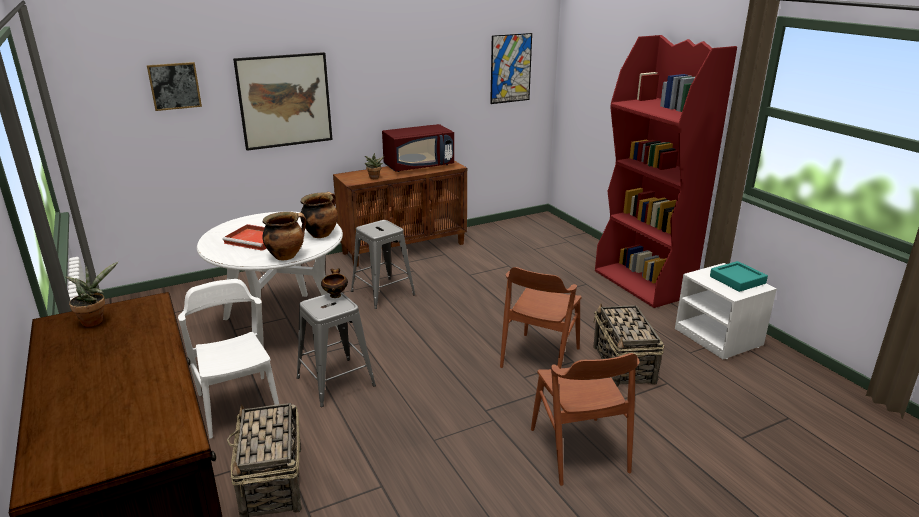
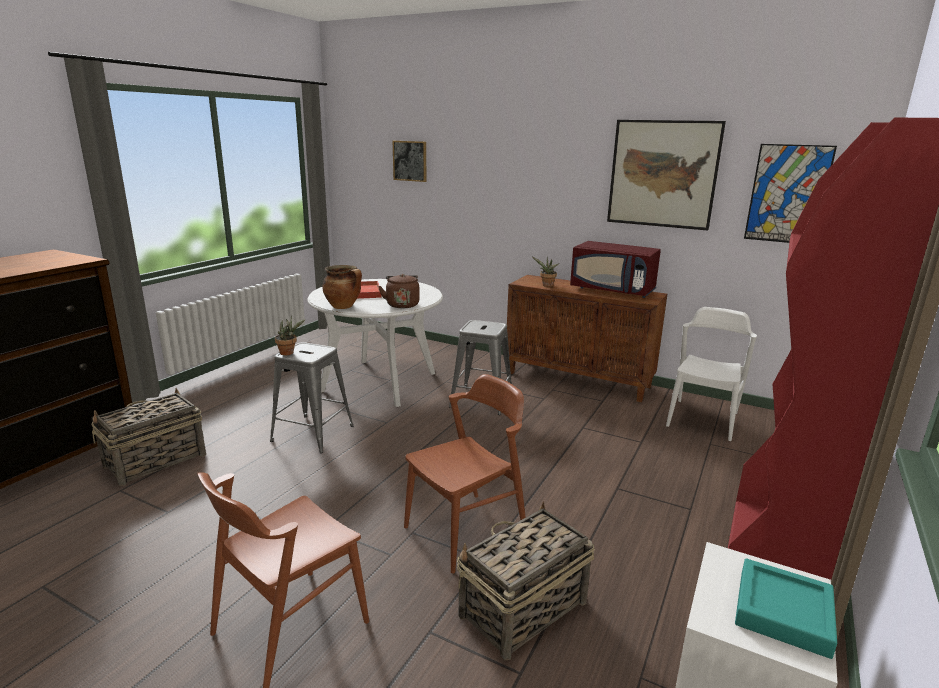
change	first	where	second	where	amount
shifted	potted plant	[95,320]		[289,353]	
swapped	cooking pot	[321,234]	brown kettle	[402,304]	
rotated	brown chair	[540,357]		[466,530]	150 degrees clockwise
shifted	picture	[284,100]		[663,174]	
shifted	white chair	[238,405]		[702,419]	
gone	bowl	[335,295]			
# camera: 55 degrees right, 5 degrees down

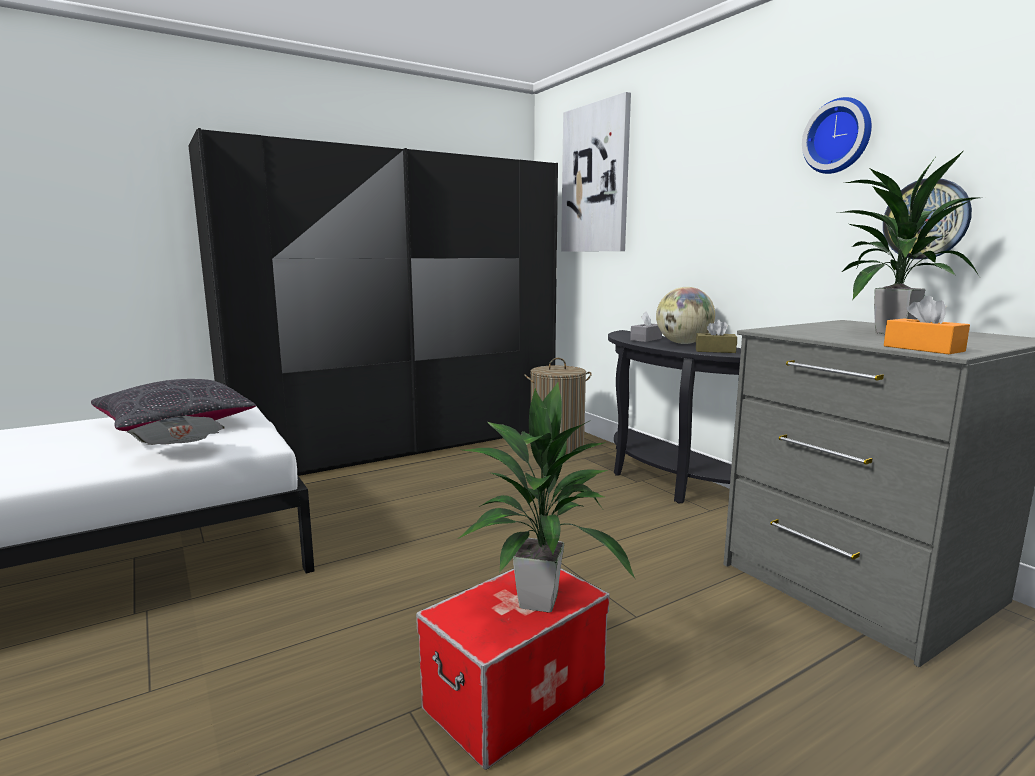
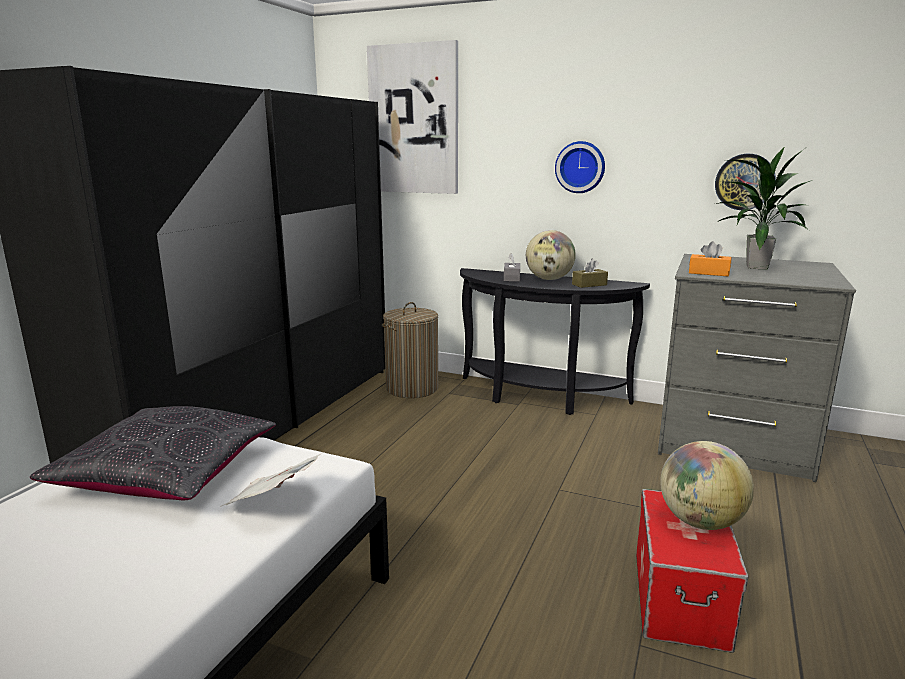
change	first	where	second	where	amount
shifted	wall clock	[839,136]		[580,167]	
swapped	potted plant	[537,602]	globe	[700,521]	
shifted	orange tissue box	[923,349]		[709,273]	
# camera: 35 degrees left, 5 degrees up

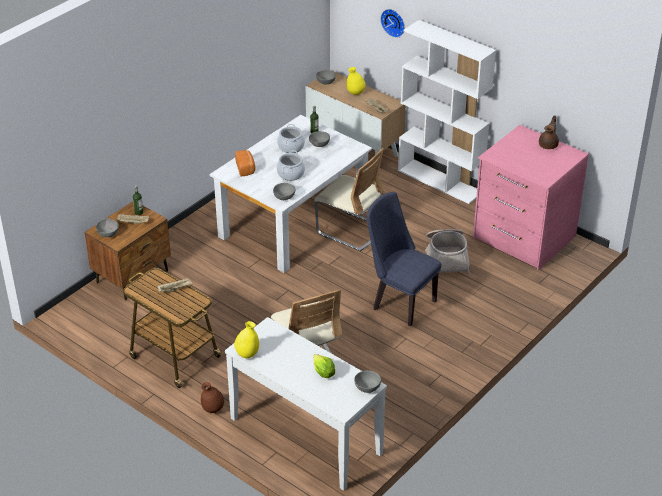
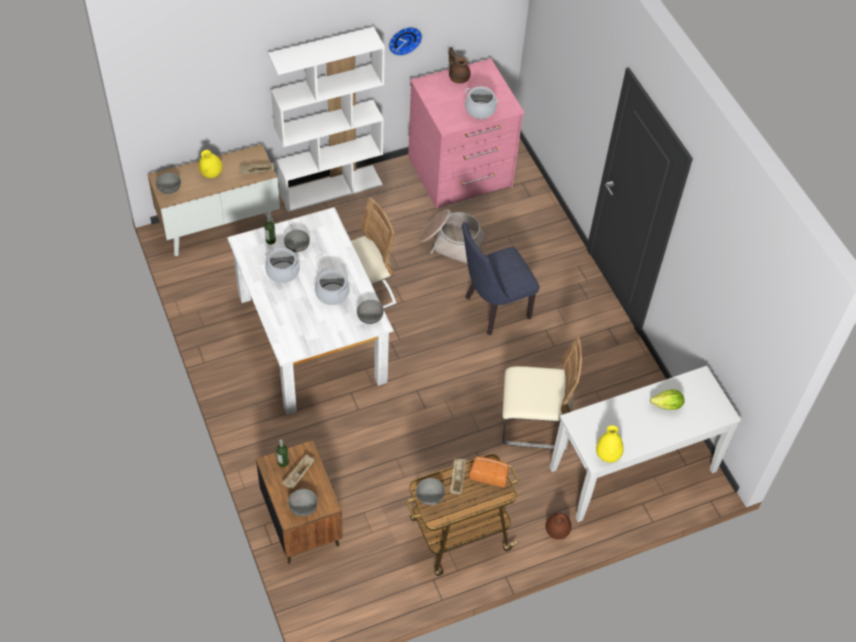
change	first	where	second	where	amount
shifted	wall clock	[394,22]		[404,39]	
shifted	grey bowl	[366,388]		[429,497]	
new			cooking pot	[480,110]	
shifted	bread	[246,168]		[489,474]	
# camera: 65 degrees left, 15 degrees up

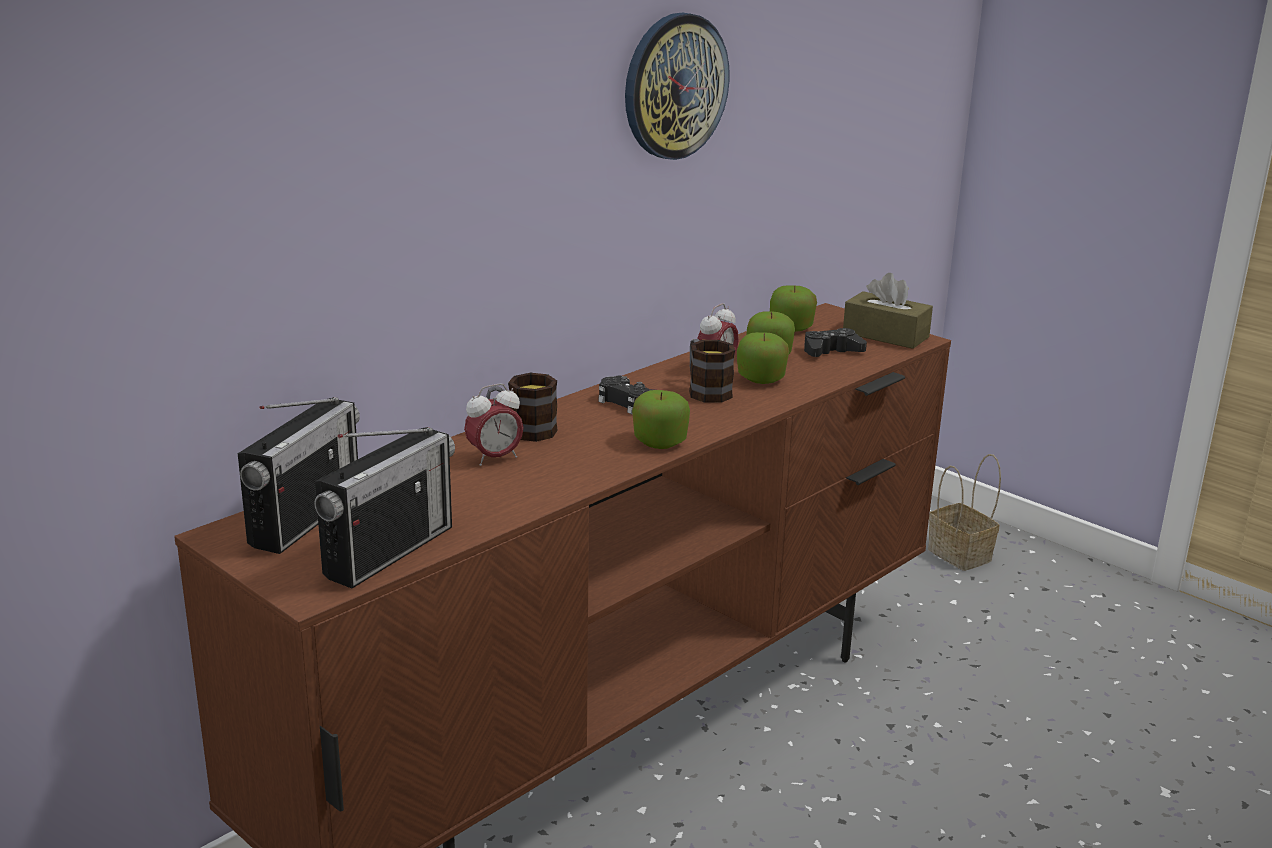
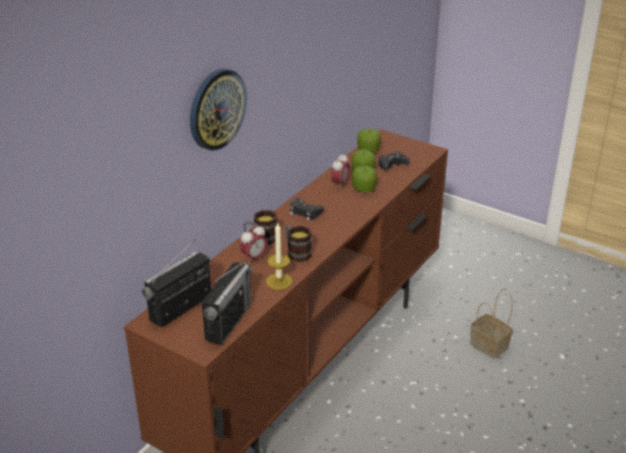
change	first	where	second	where	amount
rotated	radio	[306,518]		[181,308]	150 degrees counterclockwise
shifted	wall clock	[674,86]		[216,109]	
new			candle	[279,281]	
shifted	mug	[705,390]		[296,252]	
shifted	basket	[962,555]		[490,346]	
gone	apple	[660,441]			
gone	brown tissue box	[885,335]			
# camera: 10 degrees left, 10 degrees up

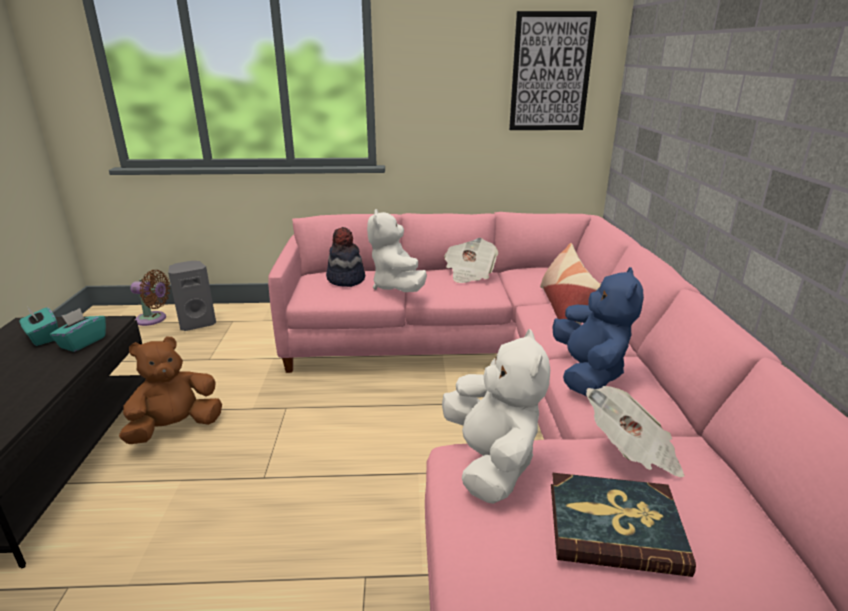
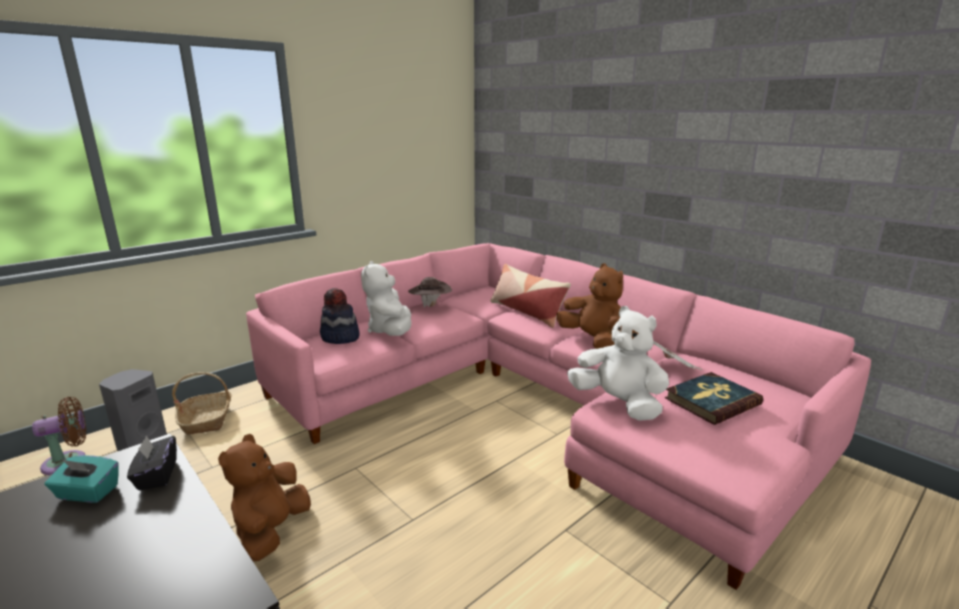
change	first	where	second	where	amount
repainted	turquoise tissue box	[82,342]	black tissue box	[156,475]	
new			basket	[207,419]	
rotated	white plush toy	[397,287]		[390,331]	45 degrees clockwise
swapped	newspaper	[469,273]	brown hat	[430,306]	
repainted	blue plush toy	[588,373]	brown plush toy	[593,341]	
gone	picture	[550,73]			
# camera: 40 degrees left, 5 degrees down

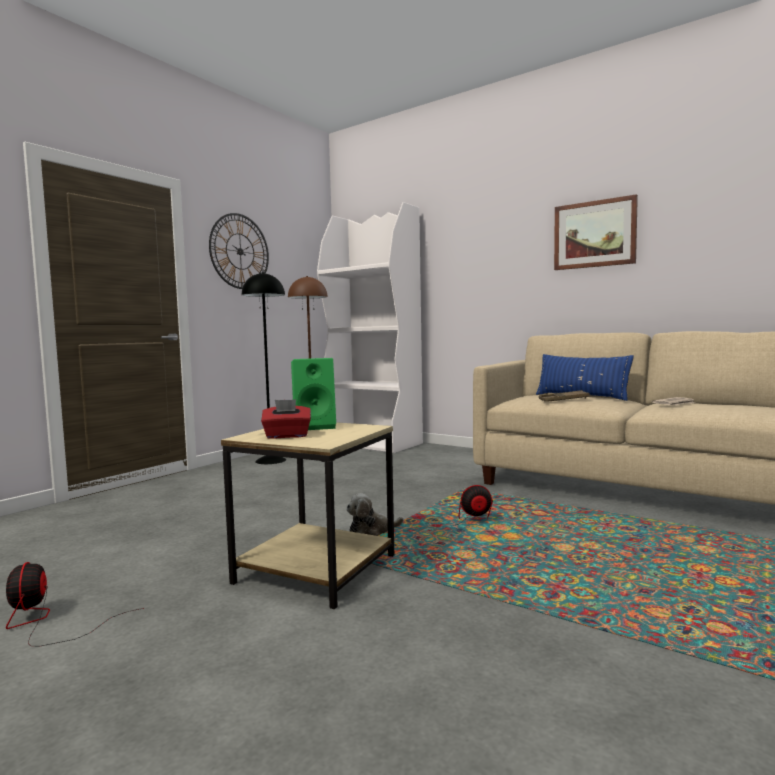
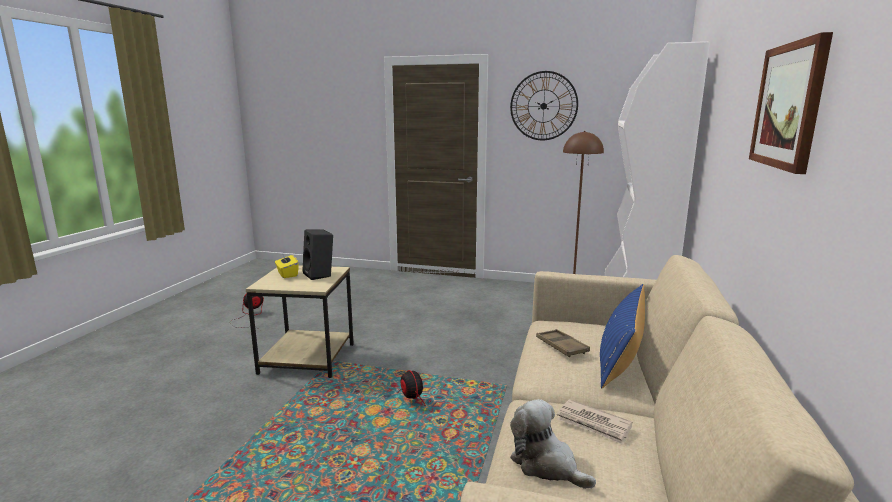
change	first	where	second	where	amount
repainted	red tissue box	[287,436]	yellow tissue box	[287,274]	
repainted	green speaker	[315,426]	black speaker	[320,275]	
shifted	plush toy	[372,531]		[546,464]	
gone	black floor lamp	[271,460]			
# camera: 70 degrees right, 10 degrees up

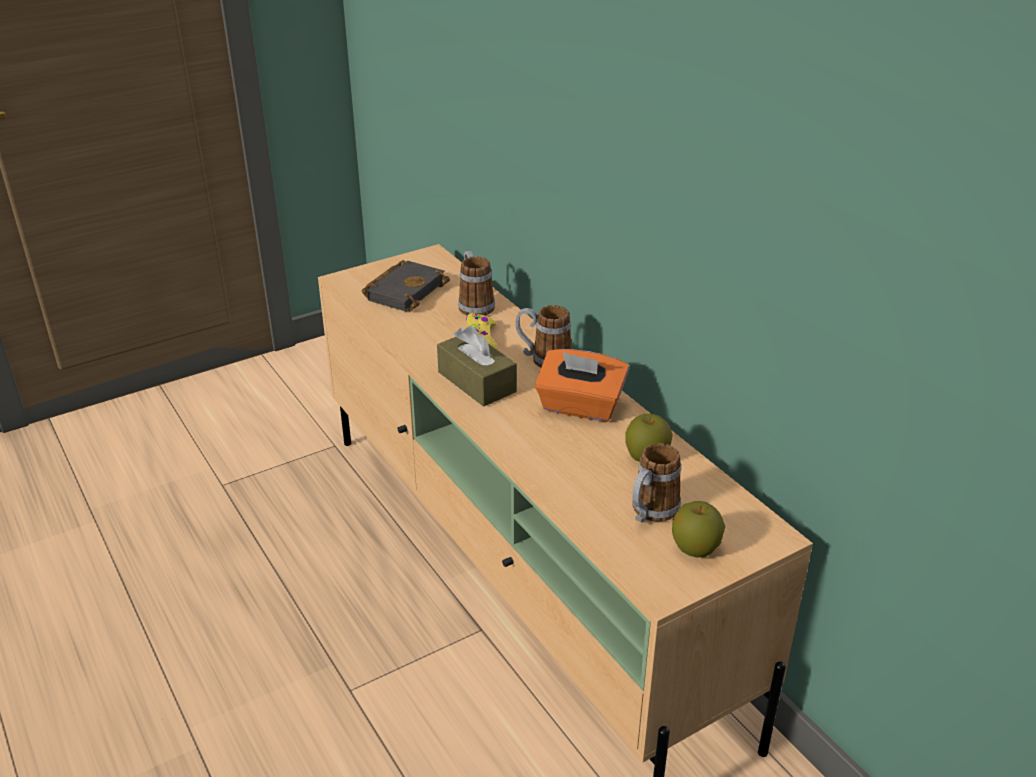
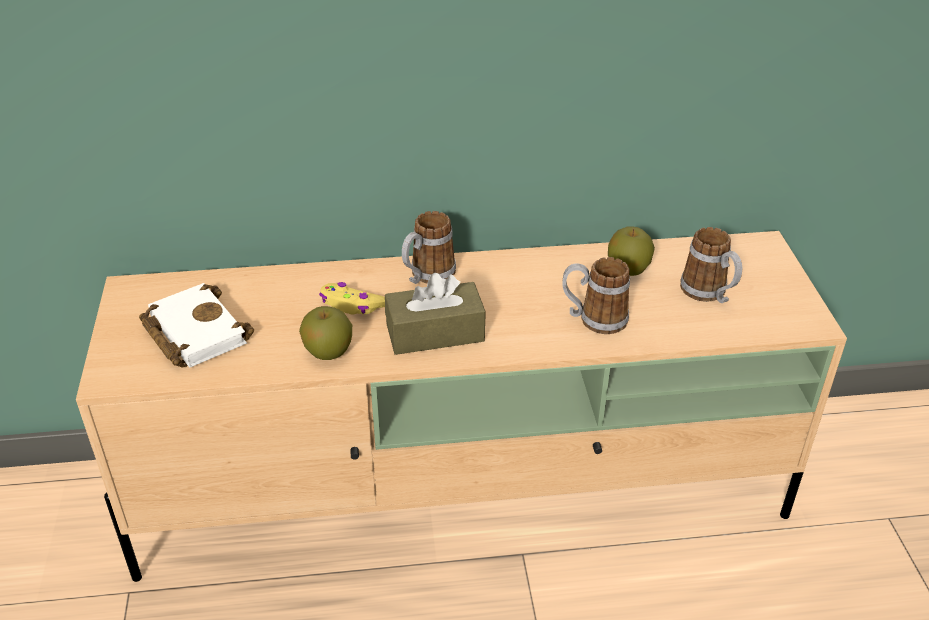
change	first	where	second	where	amount
repainted	black book	[405,290]	white book	[192,332]	
shifted	apple	[695,548]		[328,351]	
shifted	mug	[474,304]		[593,319]	
gone	orange tissue box	[580,407]			
# camera: 65 degrees left, 5 degrees up

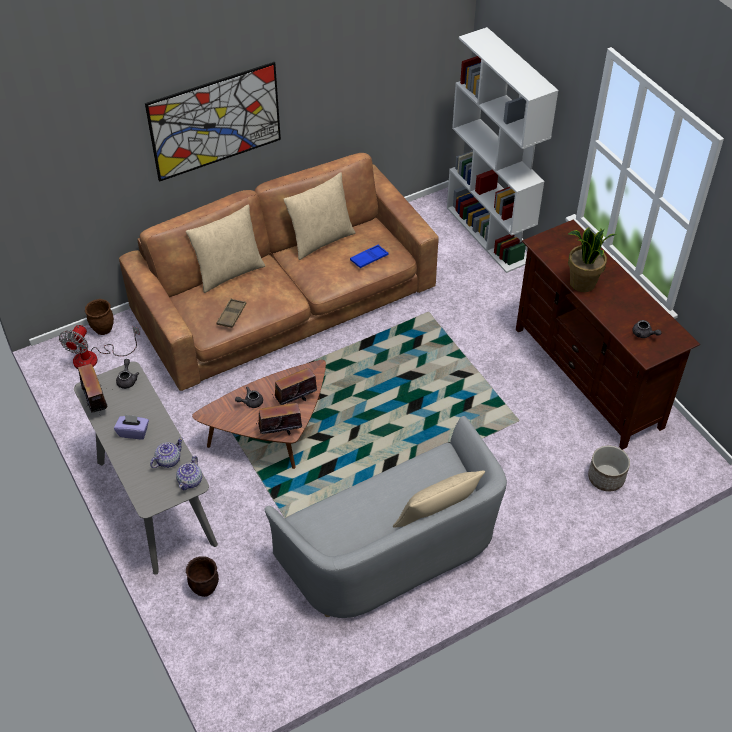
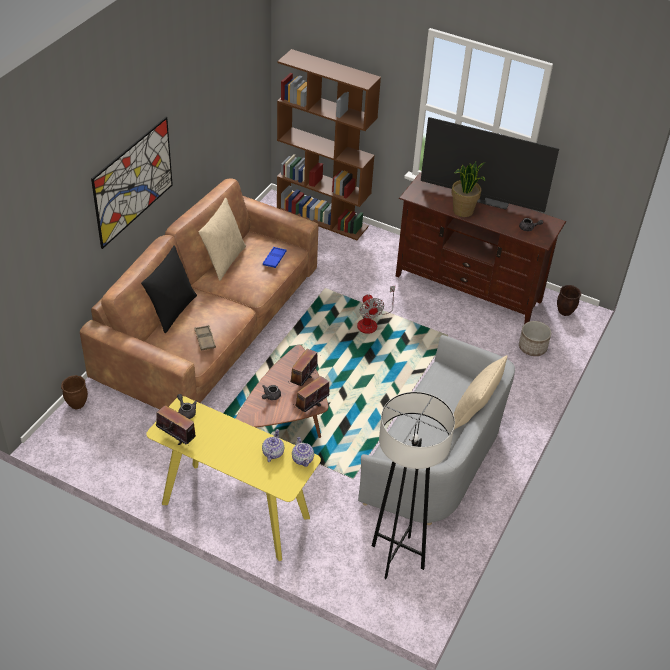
change	first	where	second	where	amount
repainted	beige pillow	[229,272]	black pillow	[171,311]	
repainted	grey console table	[155,502]	yellow console table	[235,510]	
repainted	white bookcase	[489,234]	brown bookcase	[323,218]	
shifted	fan	[94,358]		[371,322]	
new			grey floor lamp	[397,557]	
new			television	[481,200]	
shifted	brown planter	[205,589]		[565,312]	
gone	purple tissue box	[133,432]			
# camera: 35 degrees left, 5 degrees down

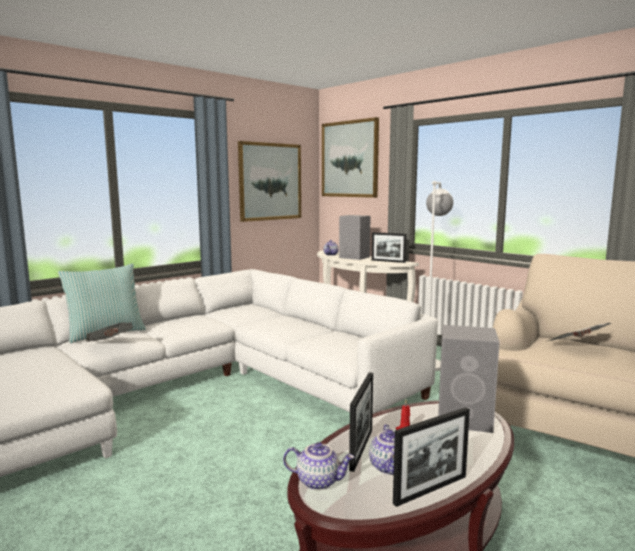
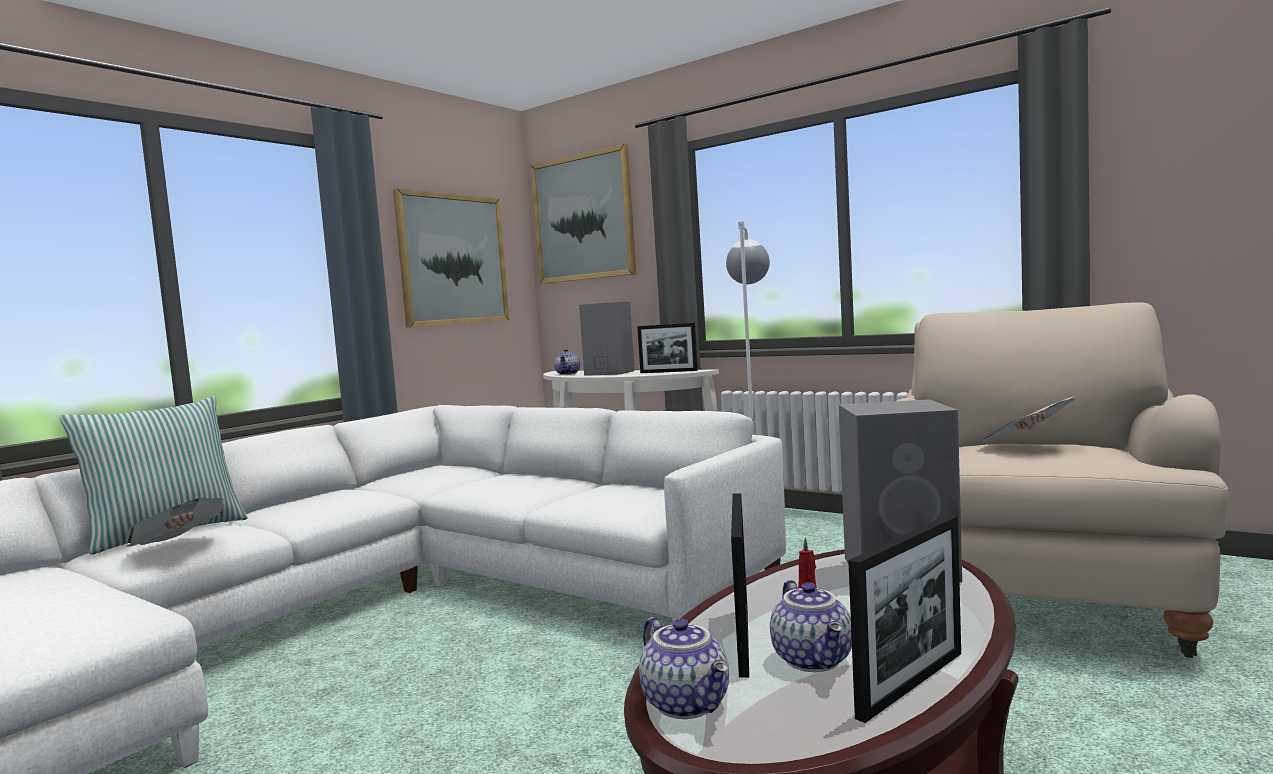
change	first	where	second	where	amount
rotated	teapot	[319,481]		[688,704]	60 degrees clockwise
# camera: 10 degrees left, 5 degrees down

